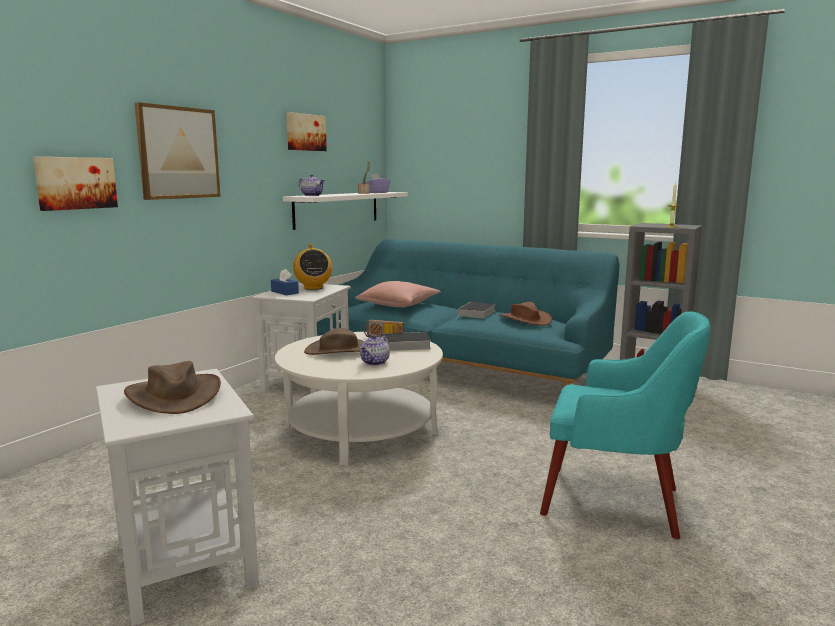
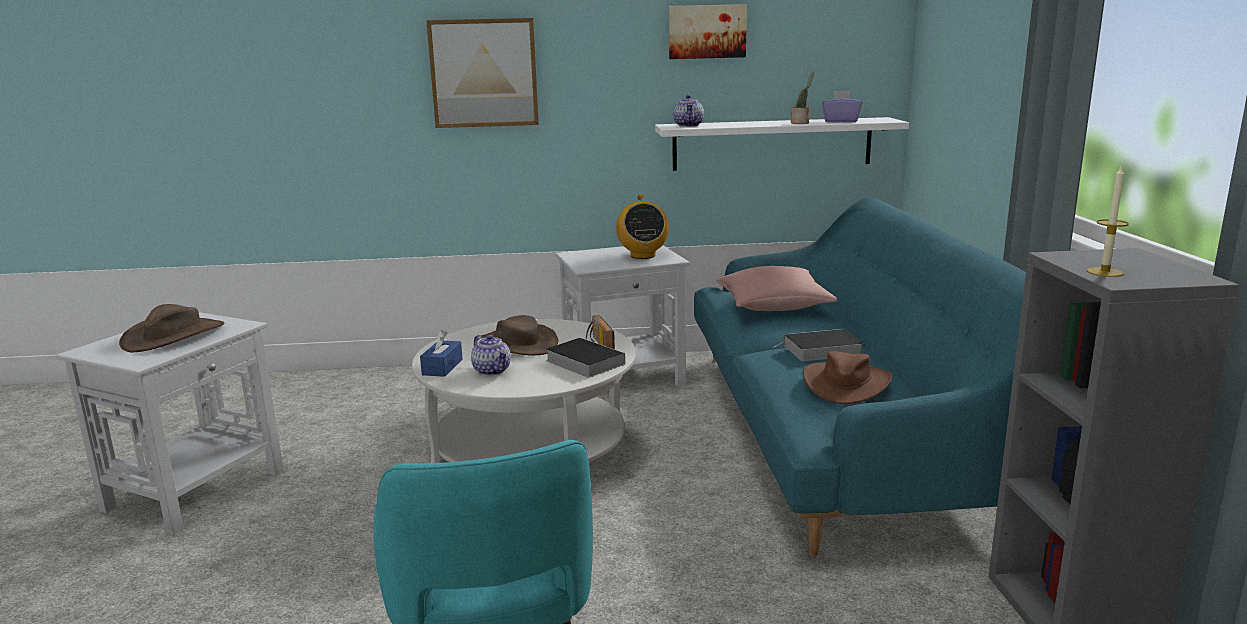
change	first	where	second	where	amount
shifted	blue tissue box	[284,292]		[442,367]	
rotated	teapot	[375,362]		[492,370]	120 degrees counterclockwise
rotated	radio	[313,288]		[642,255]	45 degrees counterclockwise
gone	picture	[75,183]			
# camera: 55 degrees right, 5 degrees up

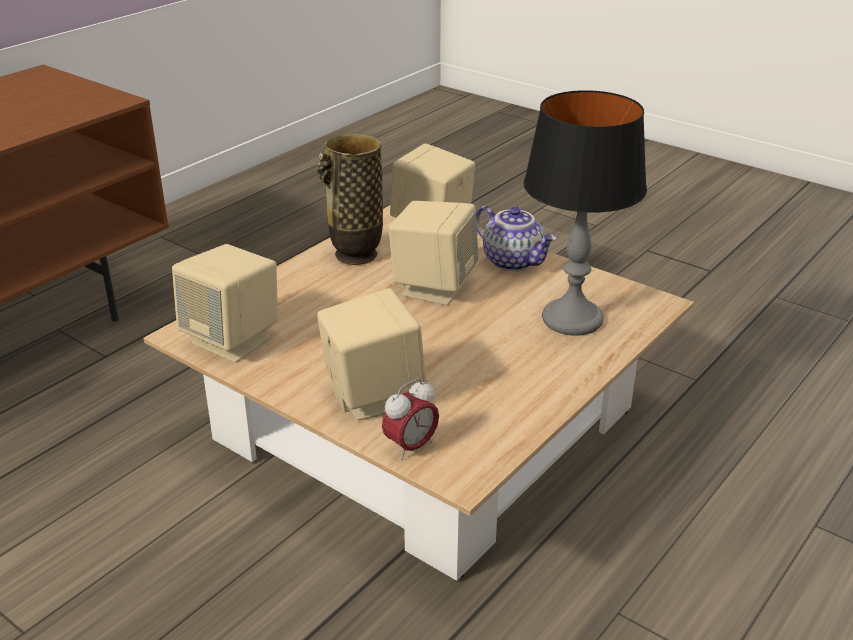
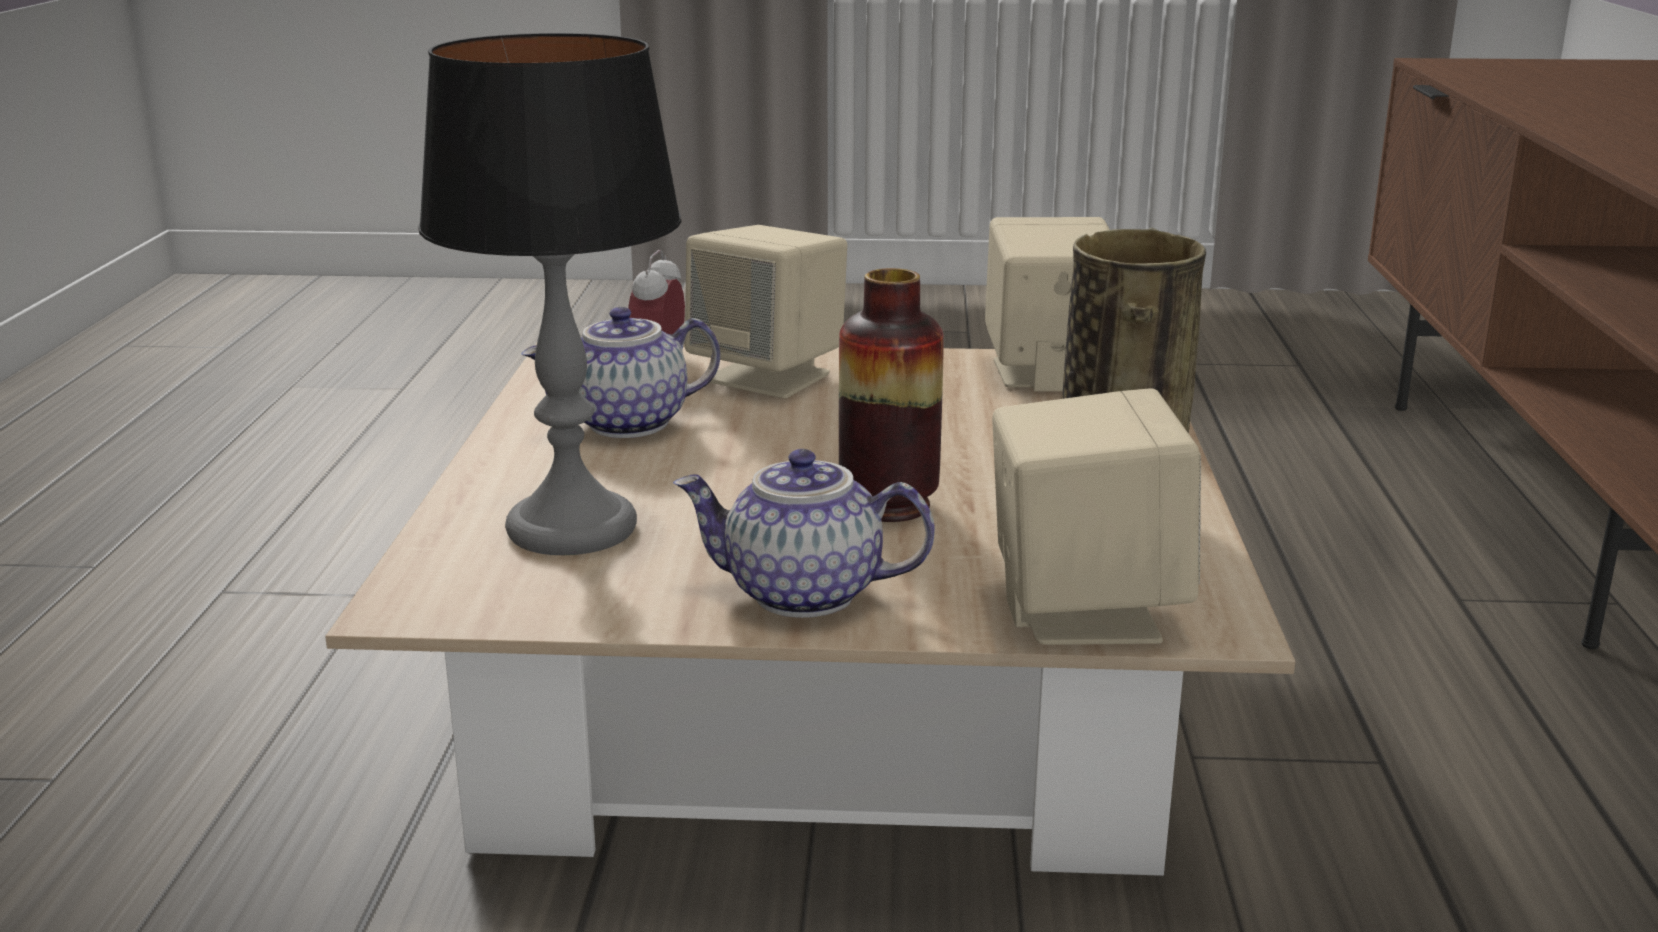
change	first	where	second	where	amount
new			teapot	[627,425]	
swapped	beige speaker	[433,287]	vase	[888,505]	
# camera: 145 degrees right, 10 degrees down

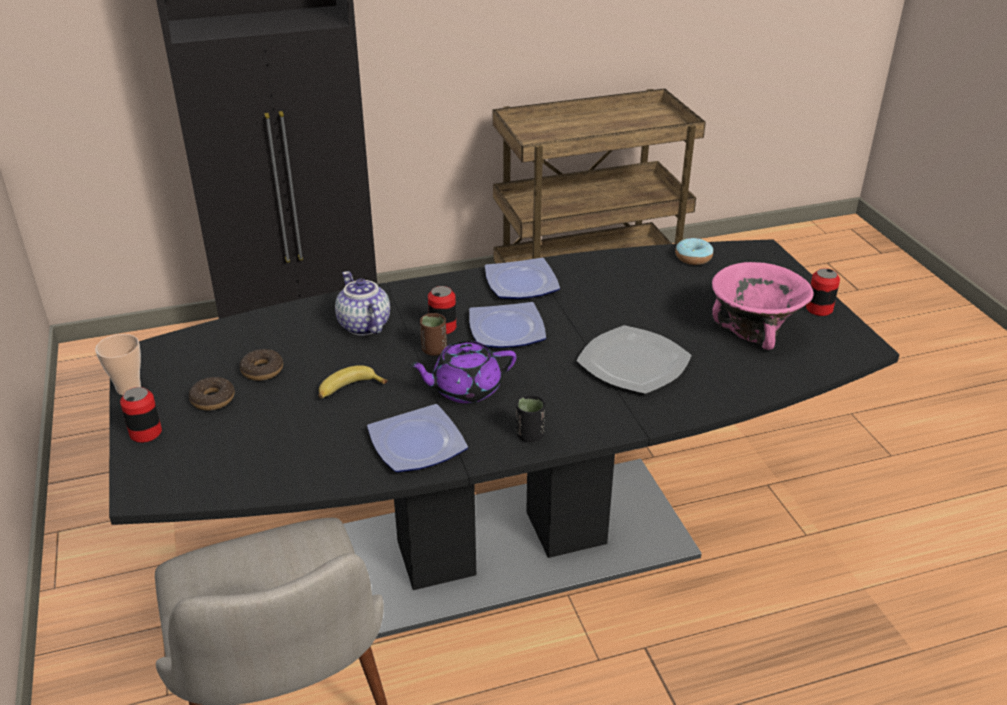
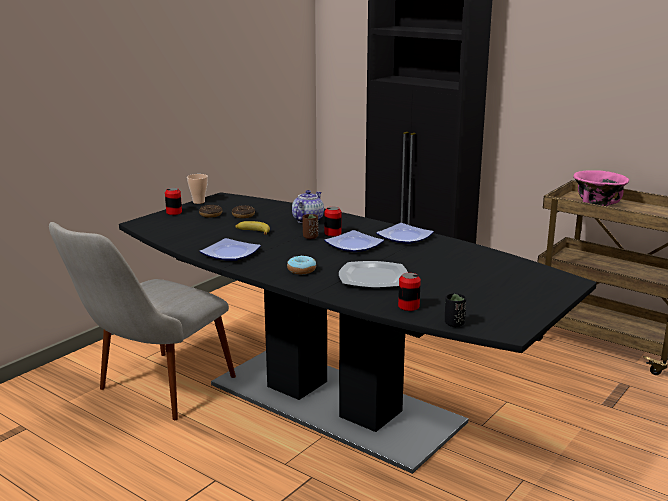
change	first	where	second	where	amount
shifted	donut	[693,258]		[301,270]	
shifted	can	[819,309]		[408,306]	
shifted	black cup	[530,435]		[454,323]	
shifted	pink bowl	[755,330]		[597,204]	
gone	purple teapot	[465,389]			
# camera: 55 degrees right, 15 degrees down

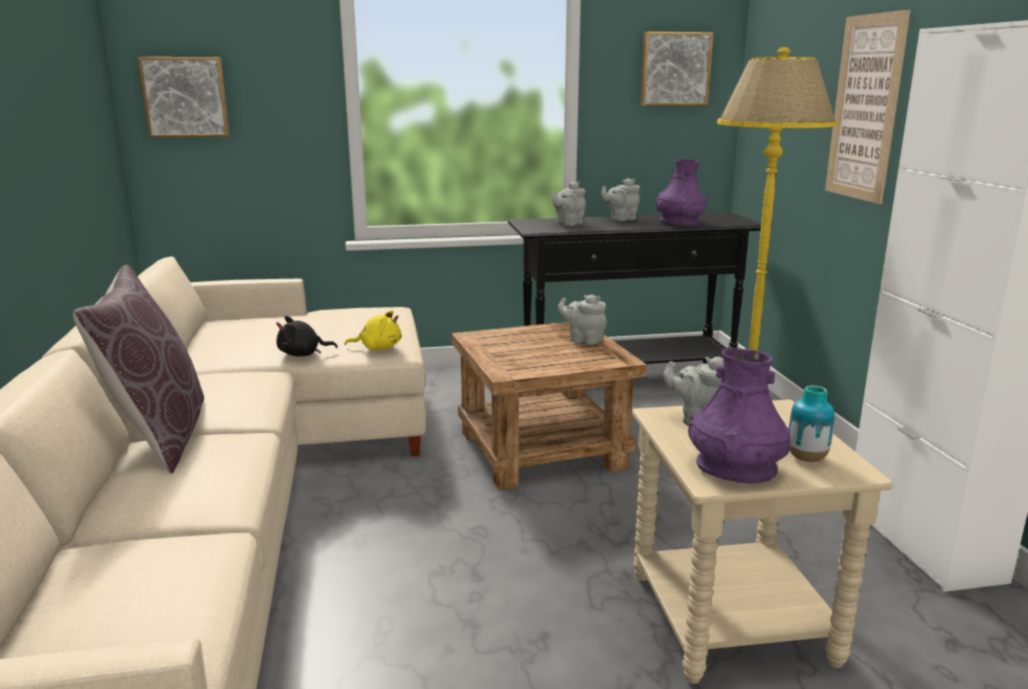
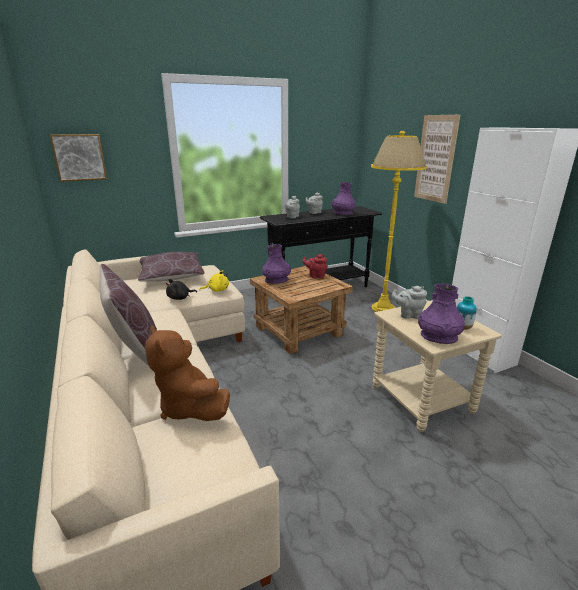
change	first	where	second	where	amount
new			brown pillow	[171,276]	
new			brown plush toy	[190,407]	
new			purple vase	[276,280]	
repainted	grey teapot	[583,340]	red teapot	[315,276]	
gone	picture	[674,69]			
# camera: 15 degrees left, 5 degrees up

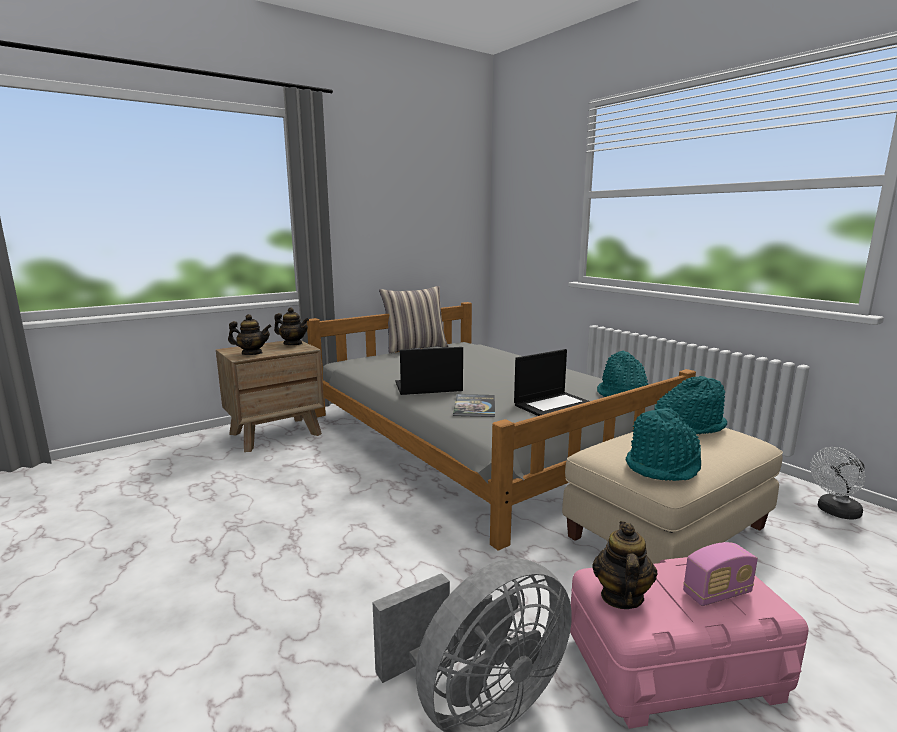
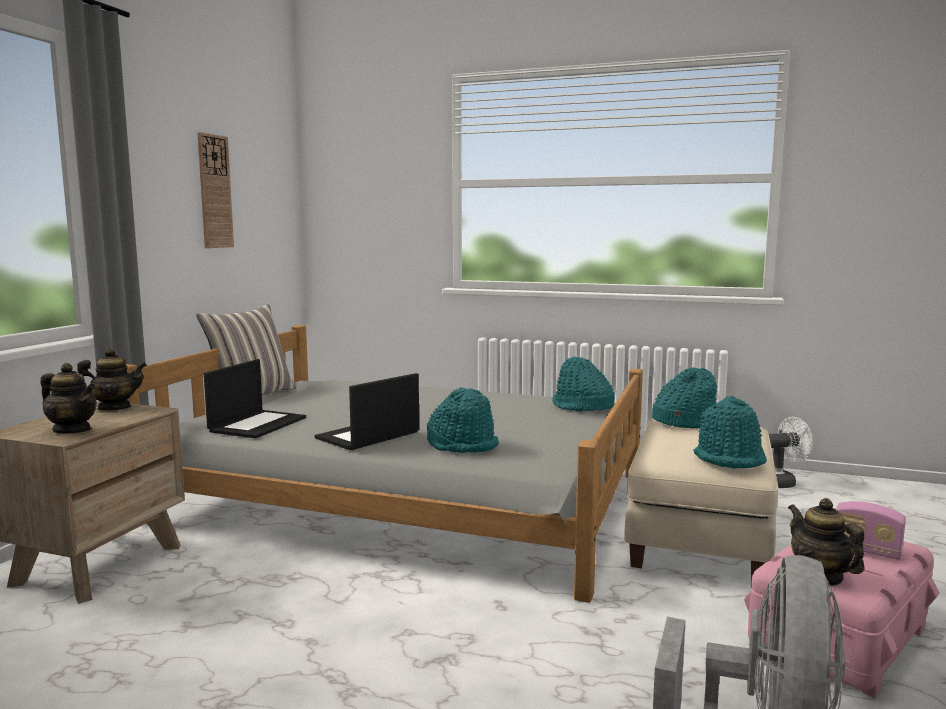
change	first	where	second	where	amount
rotated	teapot	[252,353]		[72,430]	60 degrees clockwise
new			wall clock	[215,192]	
shifted	laptop	[555,405]		[258,424]	
swapped	book	[474,406]	turquoise hat	[463,445]	
rotated	white fan	[835,512]		[782,482]	135 degrees counterclockwise
rotated	radio	[717,593]		[866,550]	90 degrees clockwise
# camera: 35 degrees left, 5 degrees down

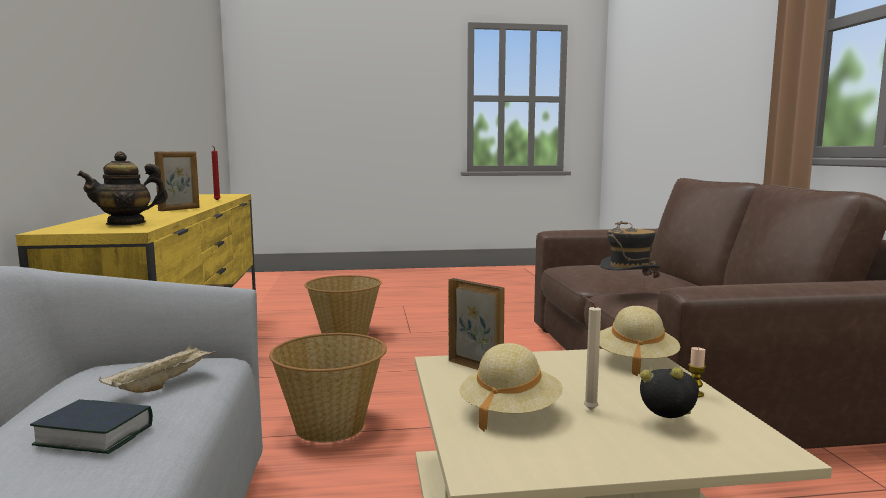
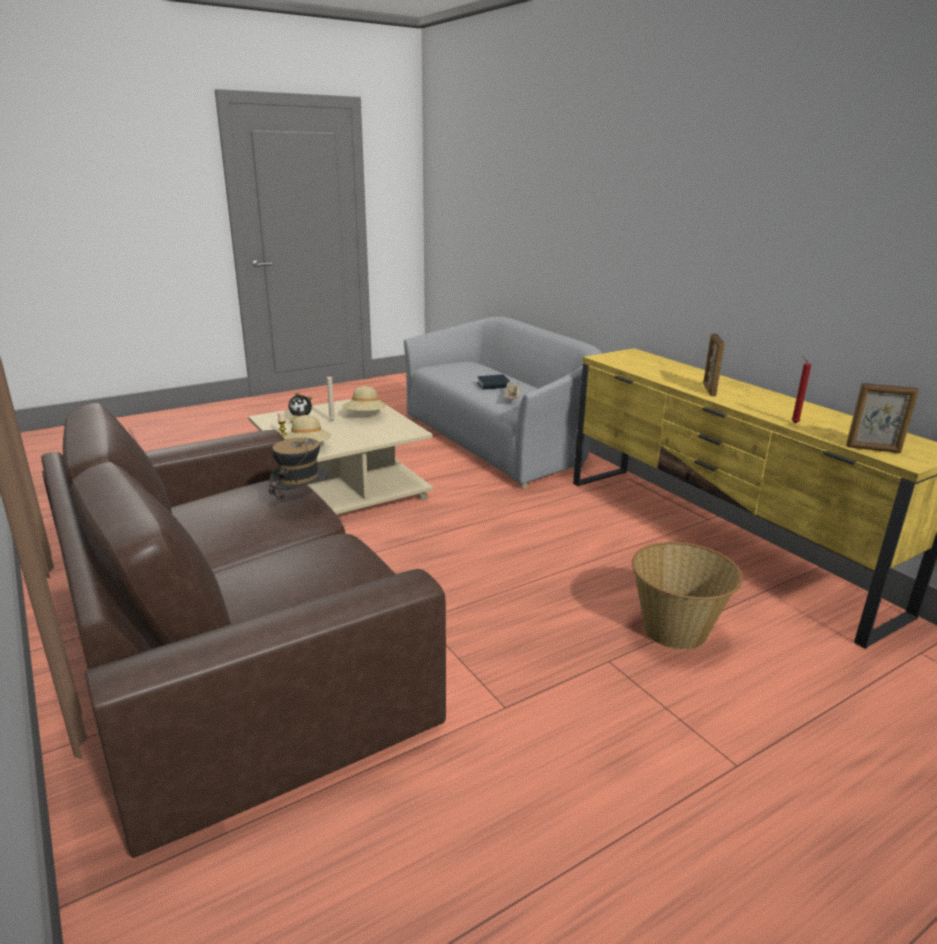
change	first	where	second	where	amount
shifted	picture frame	[475,367]		[873,449]	
gone	teapot	[126,223]			
gone	basket	[331,426]			
# camera: 155 degrees right, 15 degrees up

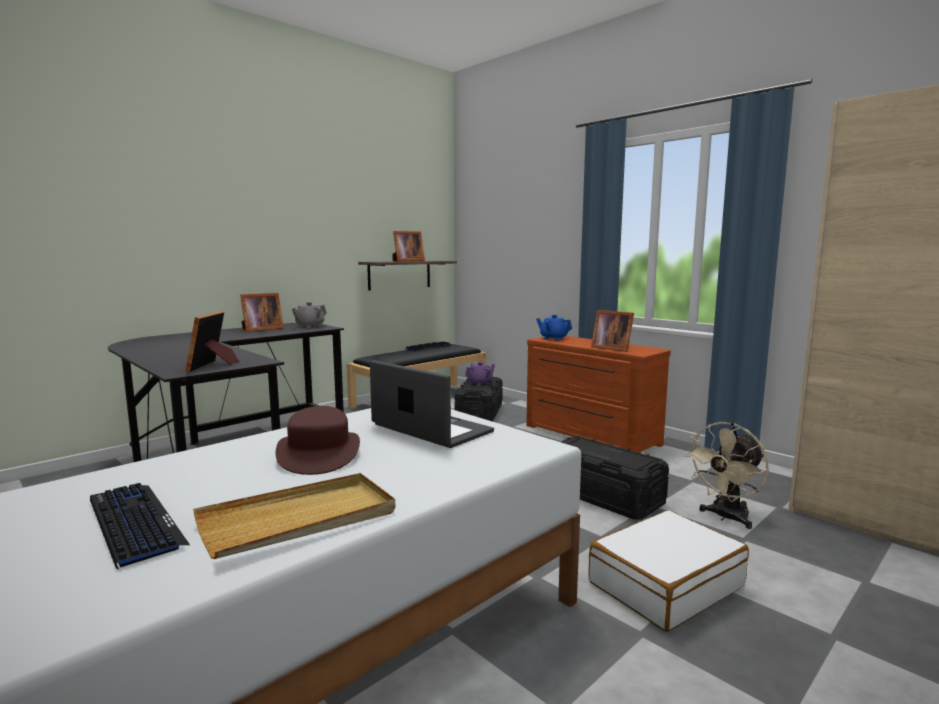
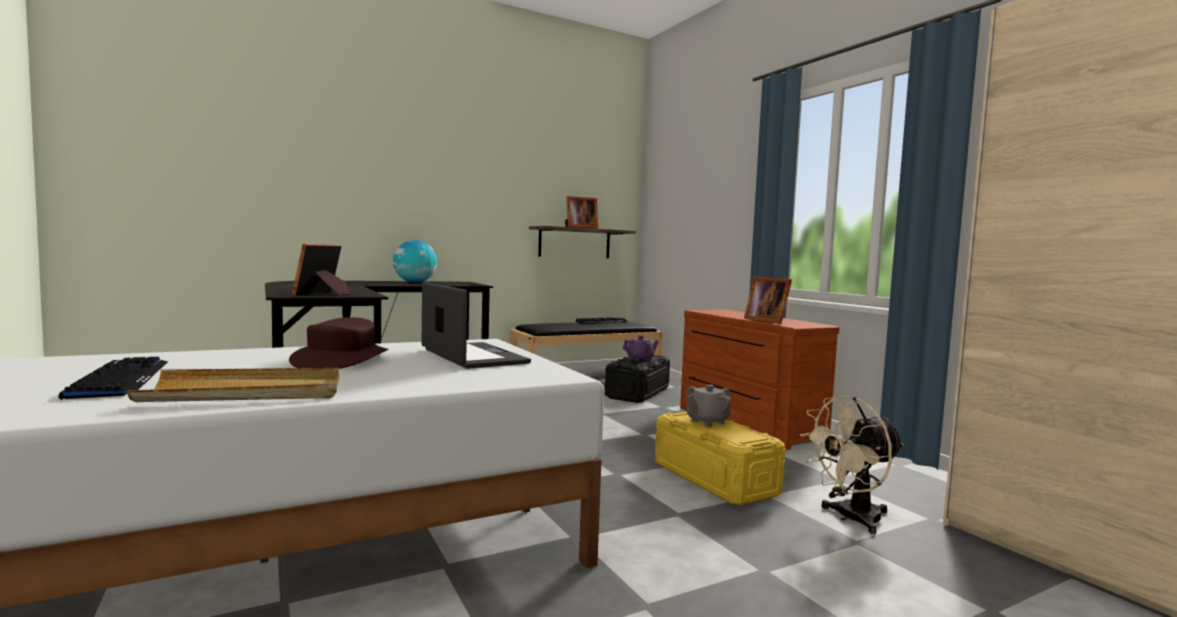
change	first	where	second	where	amount
swapped	picture frame	[260,329]	globe	[415,282]	
repainted	black storage box	[604,496]	yellow storage box	[714,478]	
shifted	grey teapot	[310,326]		[707,421]	
gone	blue teapot	[553,338]			
gone	white suitcase	[665,584]			
# camera: 15 degrees right, 5 degrees down

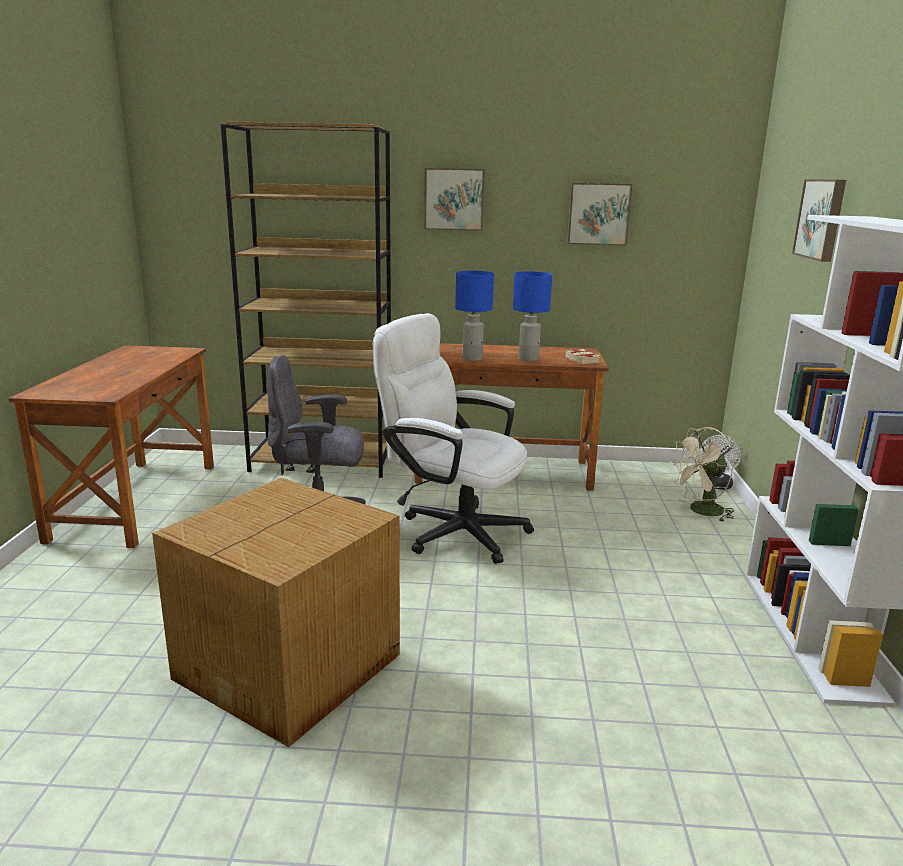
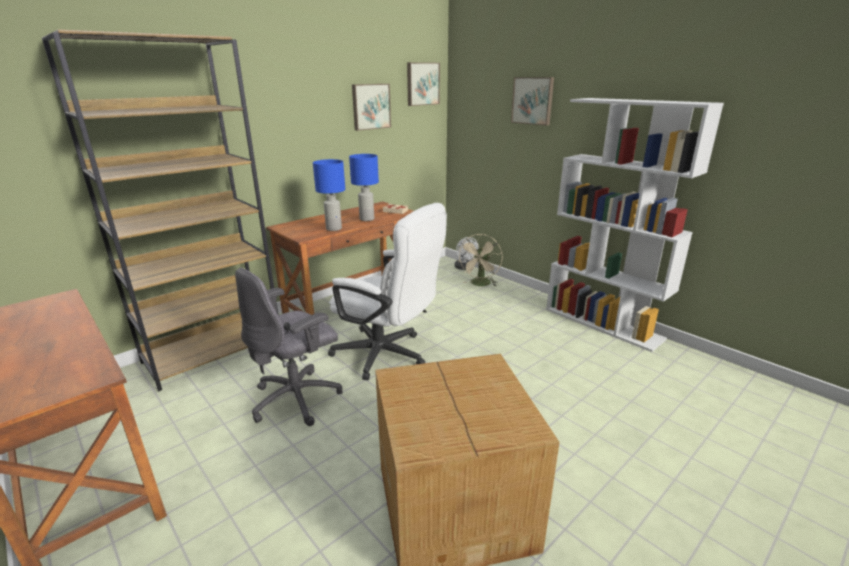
change	first	where	second	where	amount
rotated	white office chair	[452,530]		[388,355]	135 degrees counterclockwise
shifted	picture	[454,199]		[422,84]	
# camera: 45 degrees left, 5 degrees up

